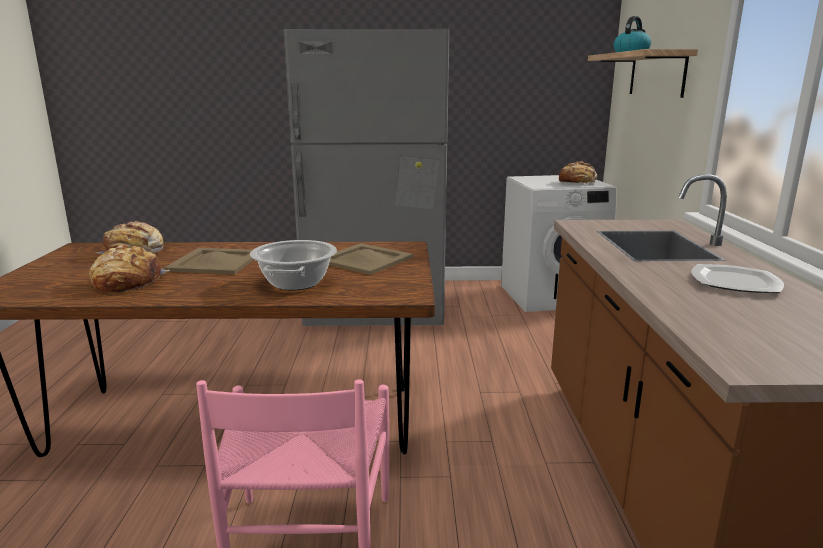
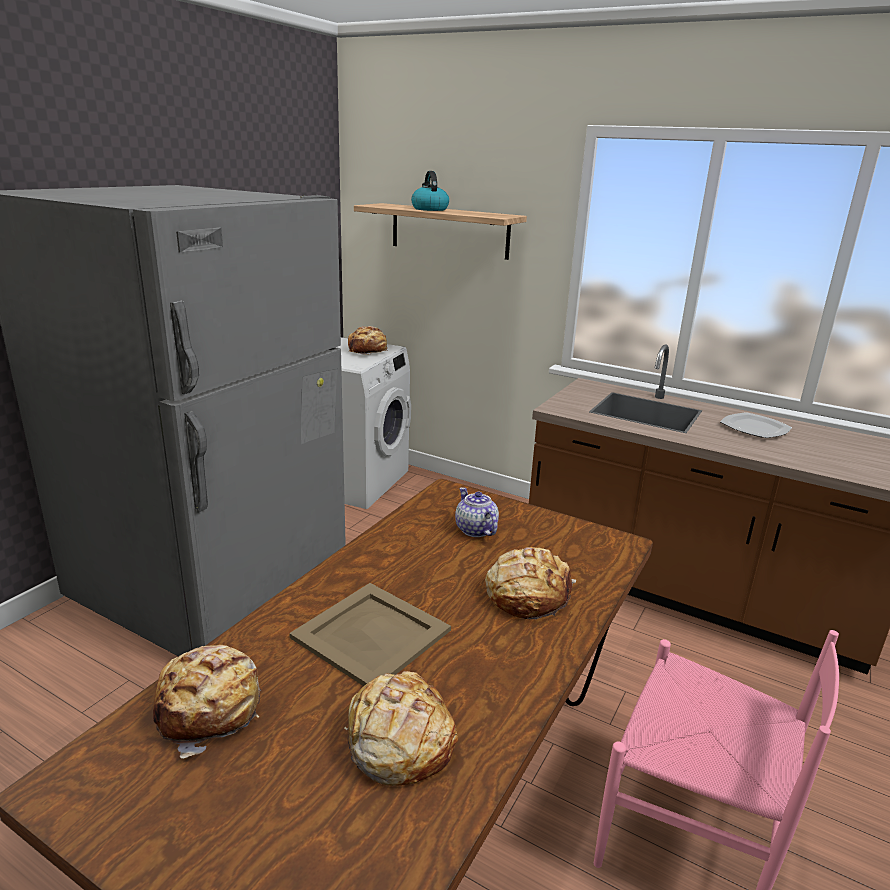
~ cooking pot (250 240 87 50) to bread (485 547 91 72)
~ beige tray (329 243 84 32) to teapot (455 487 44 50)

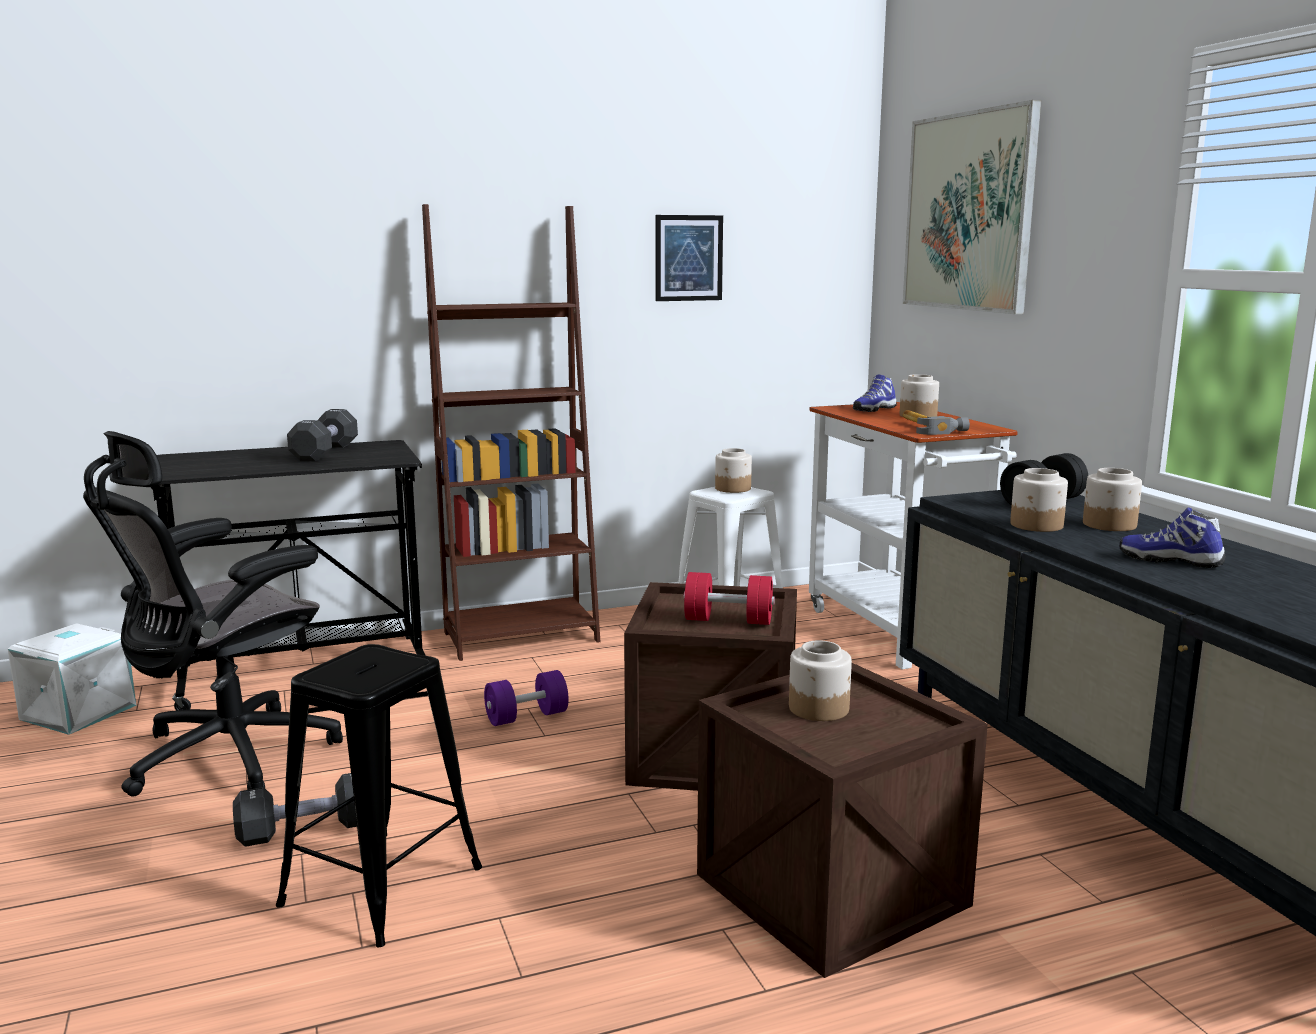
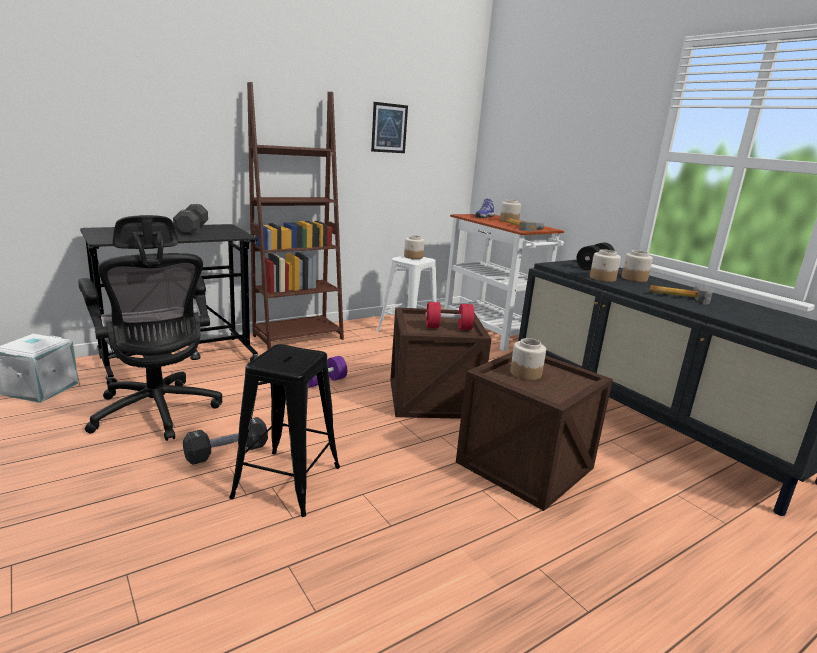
- picture (903 100 138 214)
~ office chair (83 431 260 366) = (78 215 144 226) 60 degrees counterclockwise
~ shoe (1119 508 107 60) to hammer (649 285 64 19)

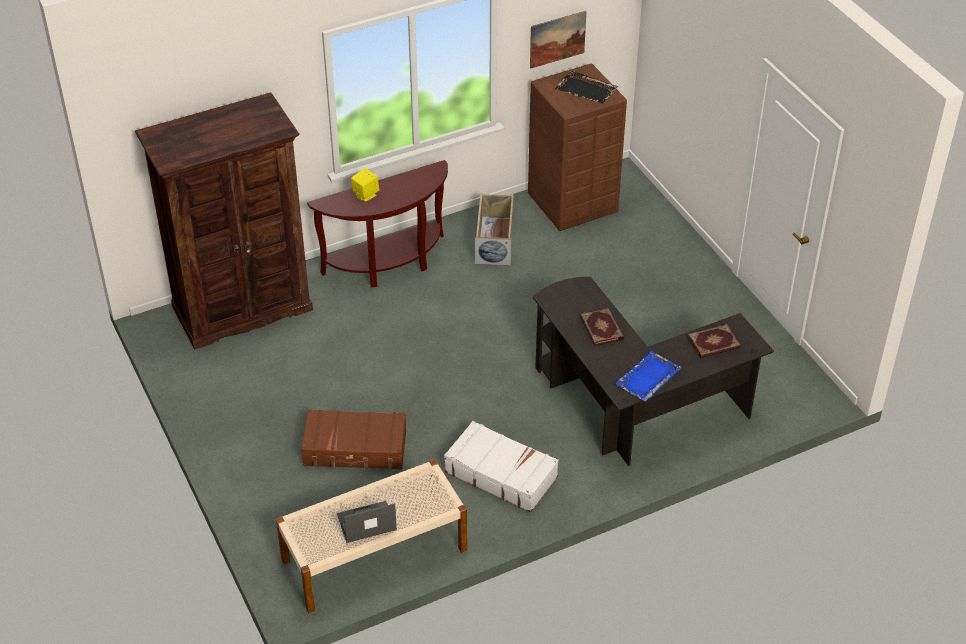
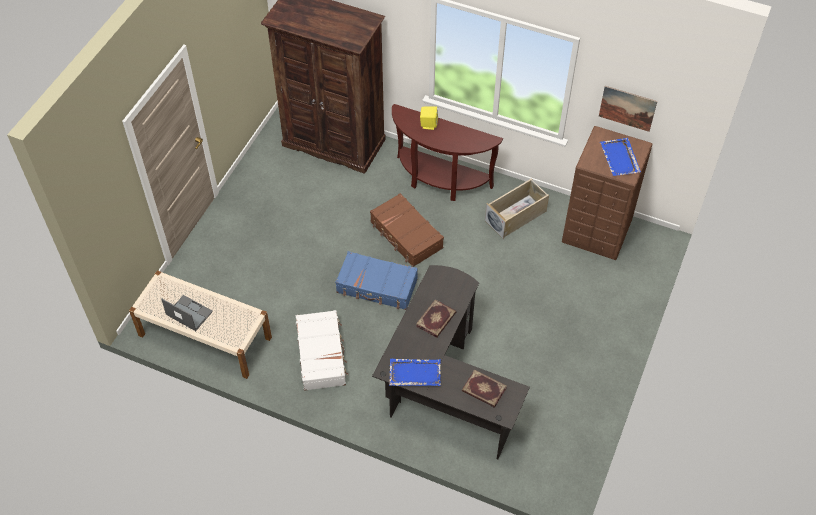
~ black tray (555 71 63 32) to blue tray (600 138 41 38)
~ brown suitcase (301 409 105 61) to (370 193 74 74)
+ blue suitcase (335 251 83 59)

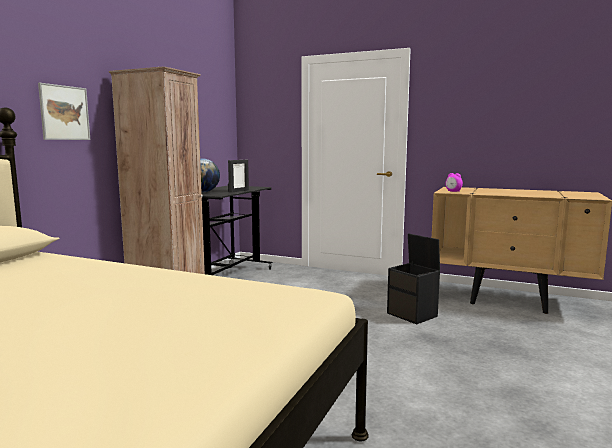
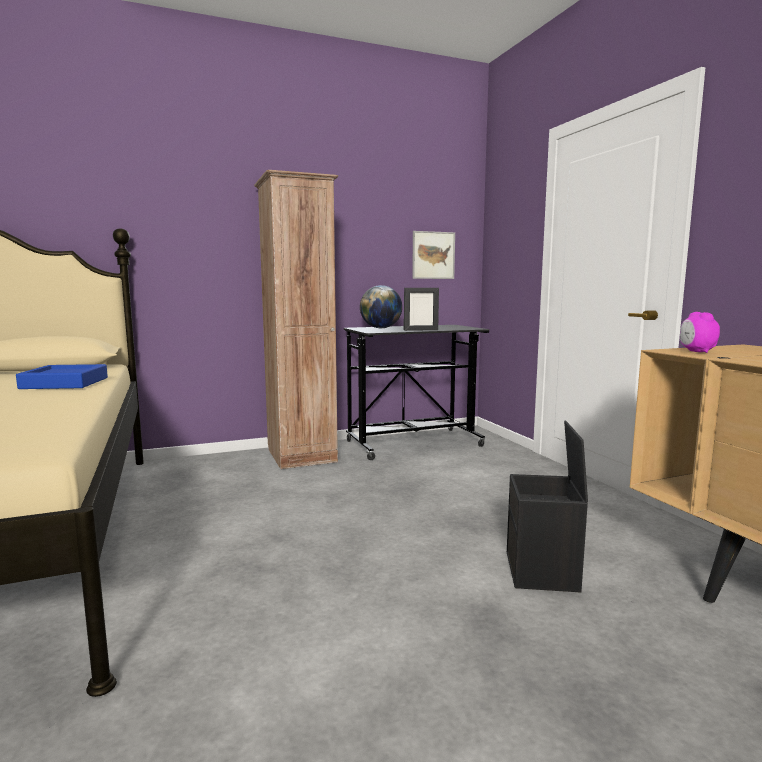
~ picture (38 83 52 57) to (412 231 43 48)
+ blue tray (16 364 92 25)

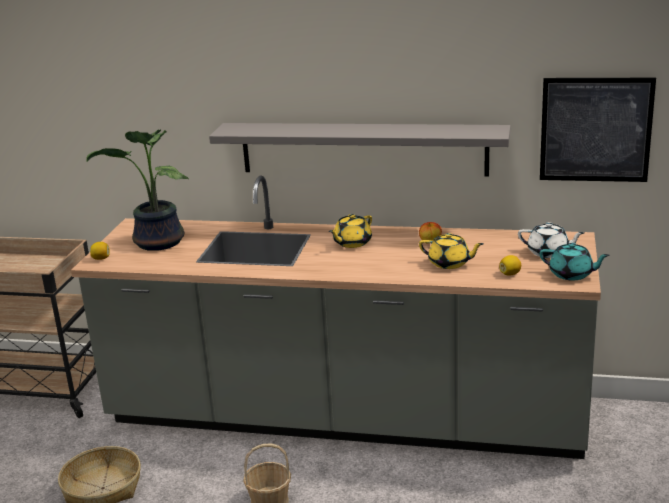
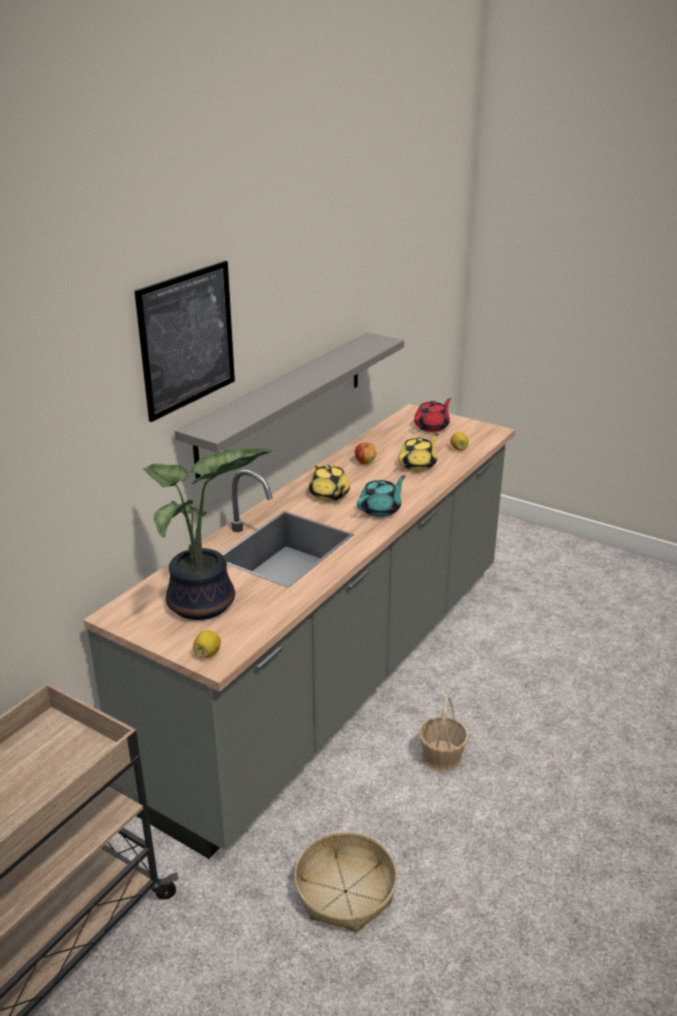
~ picture (540 78 116 104) to (135 261 100 161)
~ white teapot (518 222 66 36) to red teapot (414 398 37 34)
~ turquoise teapot (539 243 71 38) to (357 475 49 42)

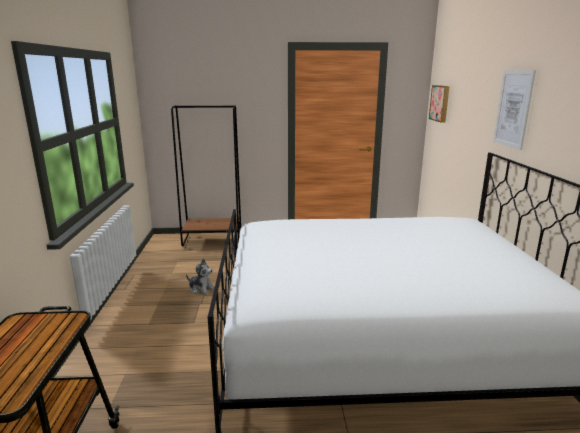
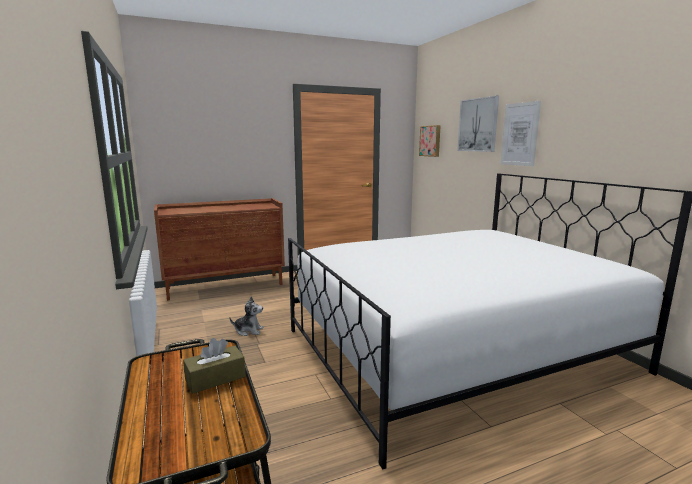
~ clothes rack (171 105 70 141) to brown cabinet (154 198 131 103)
+ picture (457 96 42 56)
+ brown tissue box (183 338 63 56)

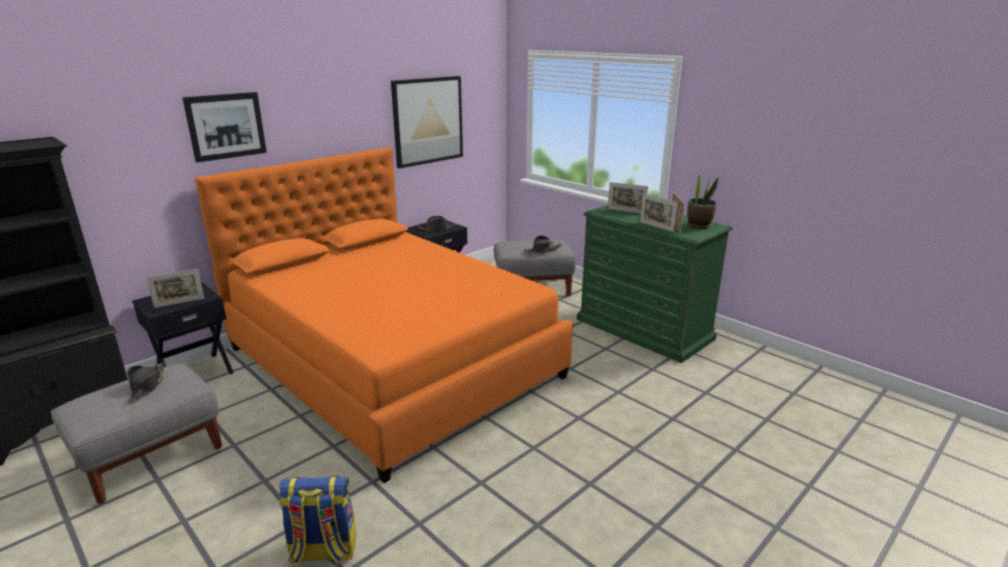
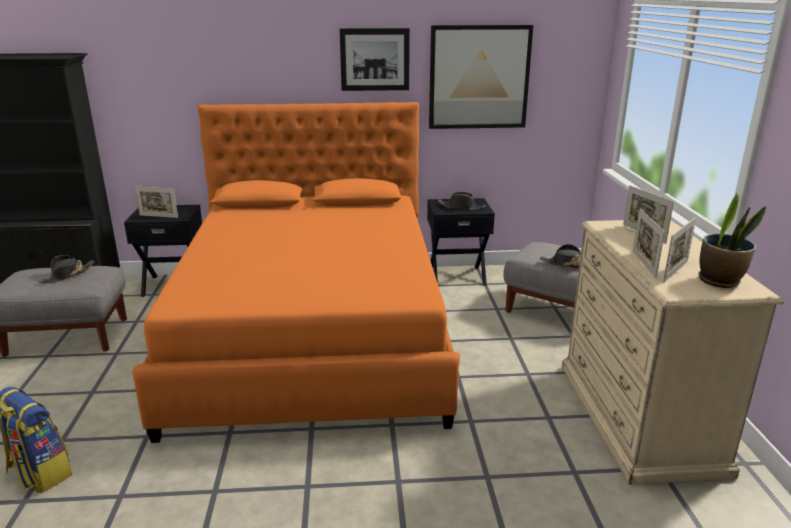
~ picture (182 92 85 71) to (340 28 70 63)
~ green dresser (577 205 156 158) to beige dresser (562 220 222 265)

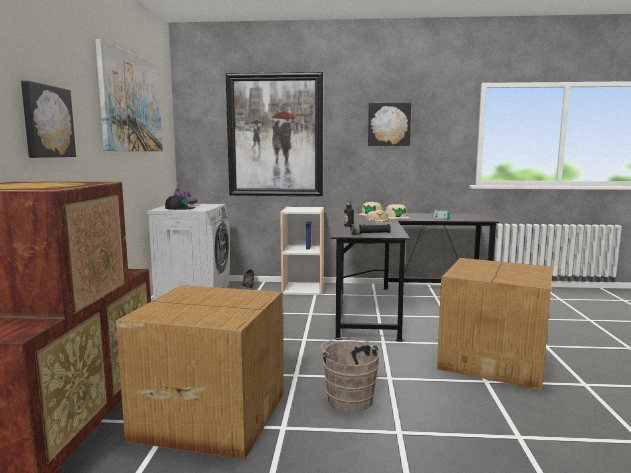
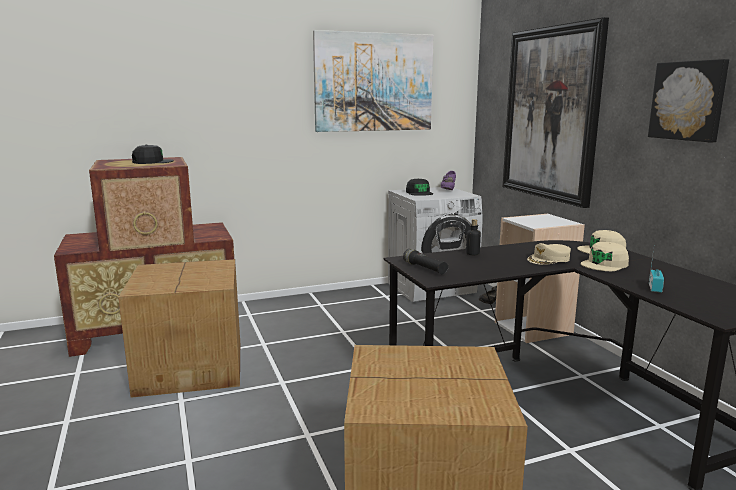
- picture (21 81 55 77)
- brown bucket (320 337 59 76)
+ black cap (132 144 42 20)

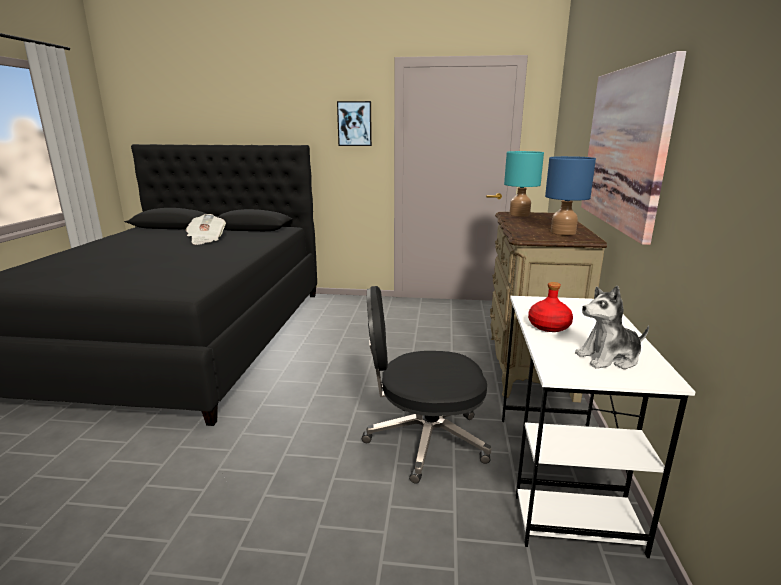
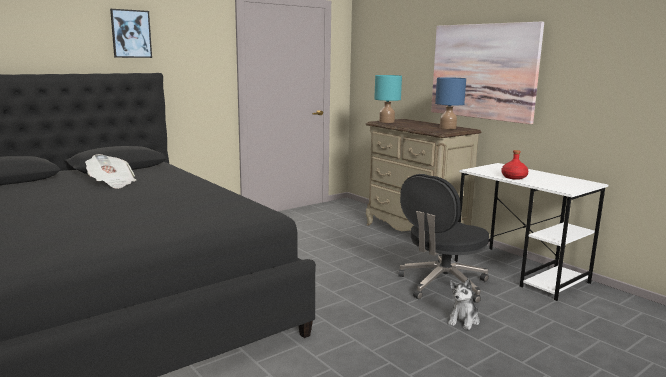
~ picture (337 101 35 45) to (110 9 42 49)
~ plush toy (575 286 74 83) to (448 279 32 51)

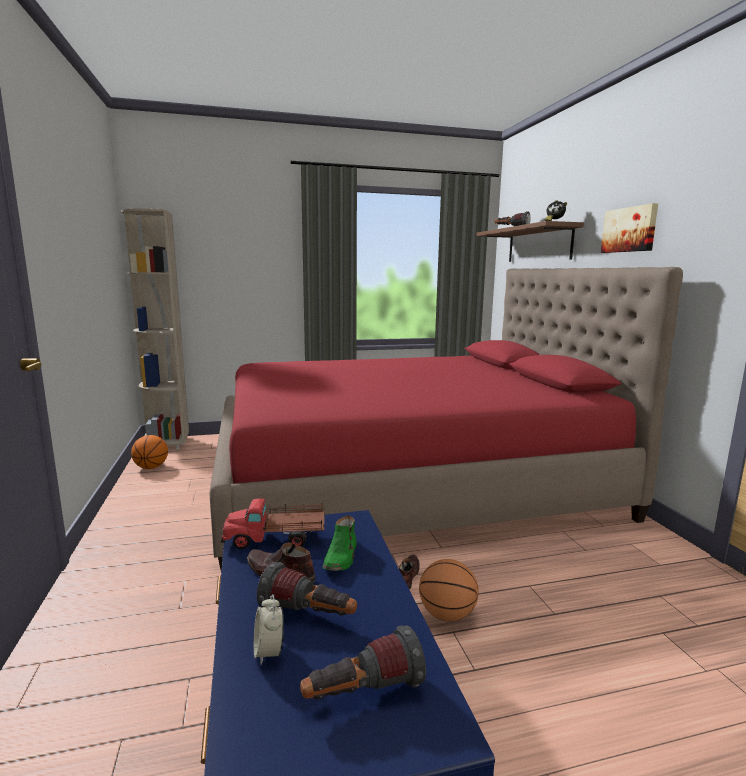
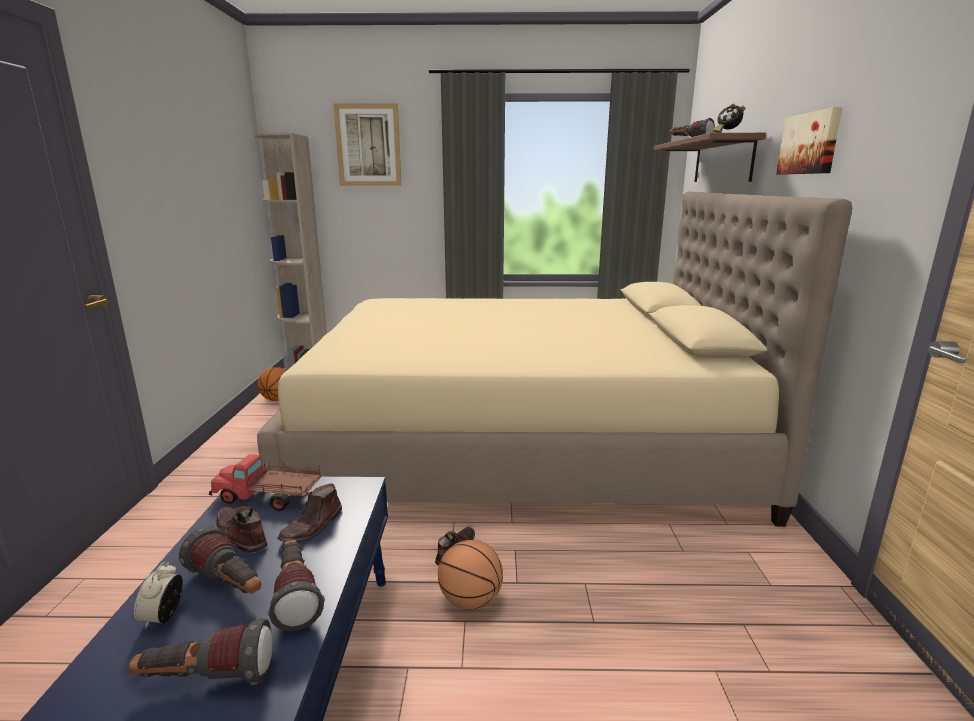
~ red bed (210 267 473 303) to beige bed (257 192 595 335)
~ green shoe (323 515 34 56) to brown shoe (277 483 65 59)
+ picture (333 103 69 83)
+ flashlight (268 540 57 91)

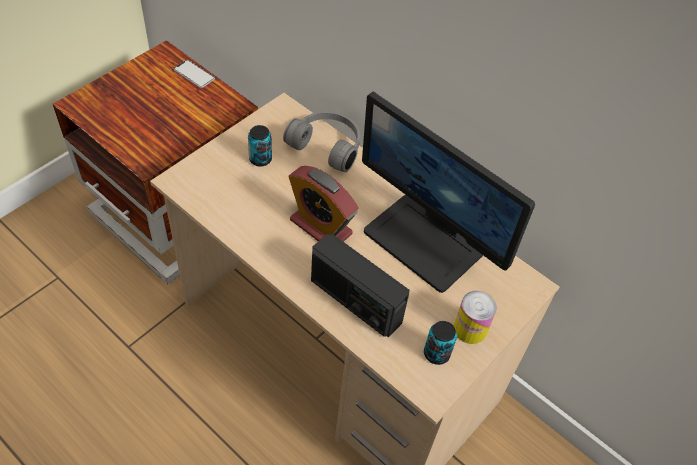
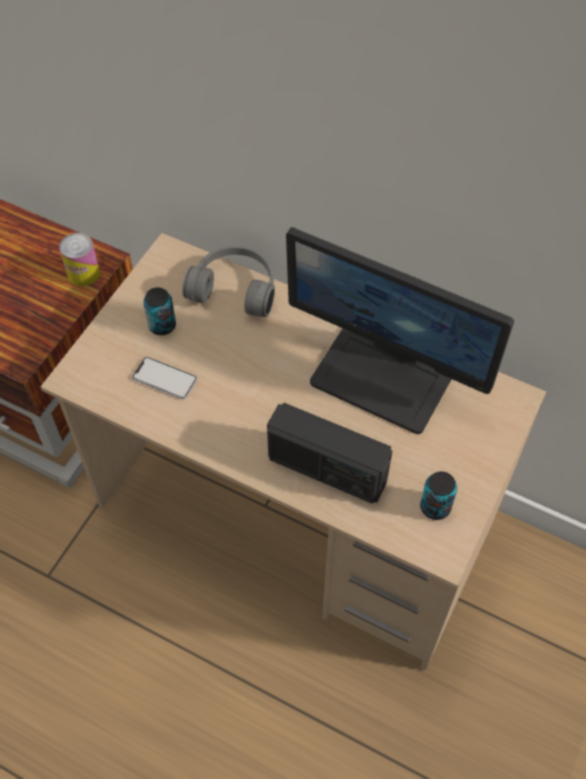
~ phone (174 60 41 28) to (132 357 65 42)
- alarm clock (289 166 69 76)
~ can (454 290 43 54) to (59 233 41 53)

